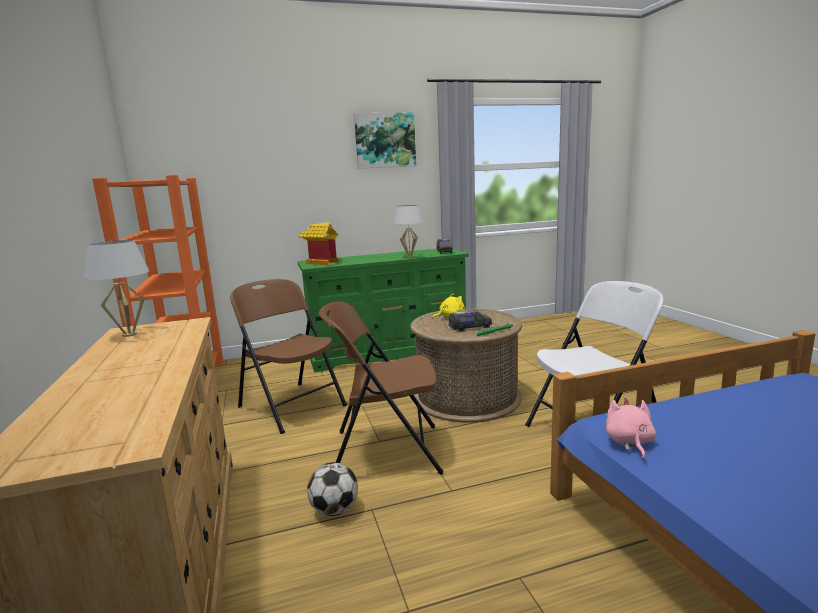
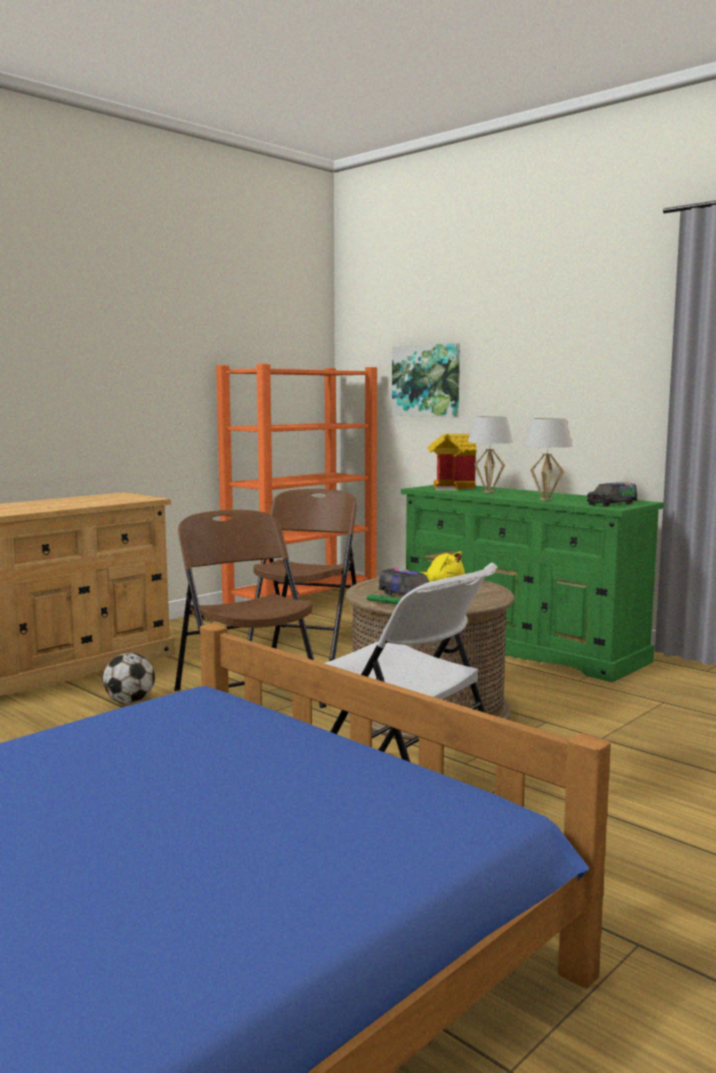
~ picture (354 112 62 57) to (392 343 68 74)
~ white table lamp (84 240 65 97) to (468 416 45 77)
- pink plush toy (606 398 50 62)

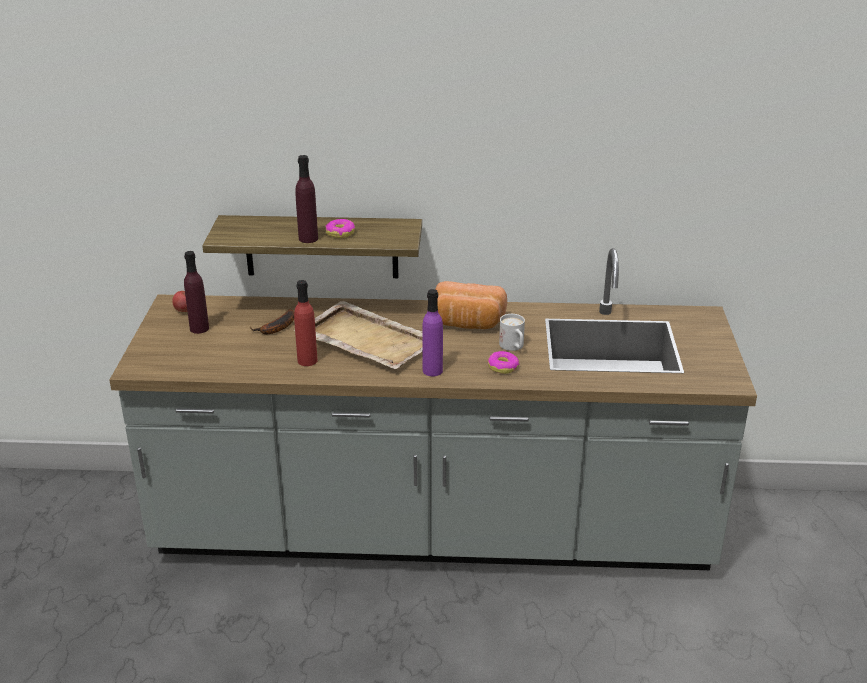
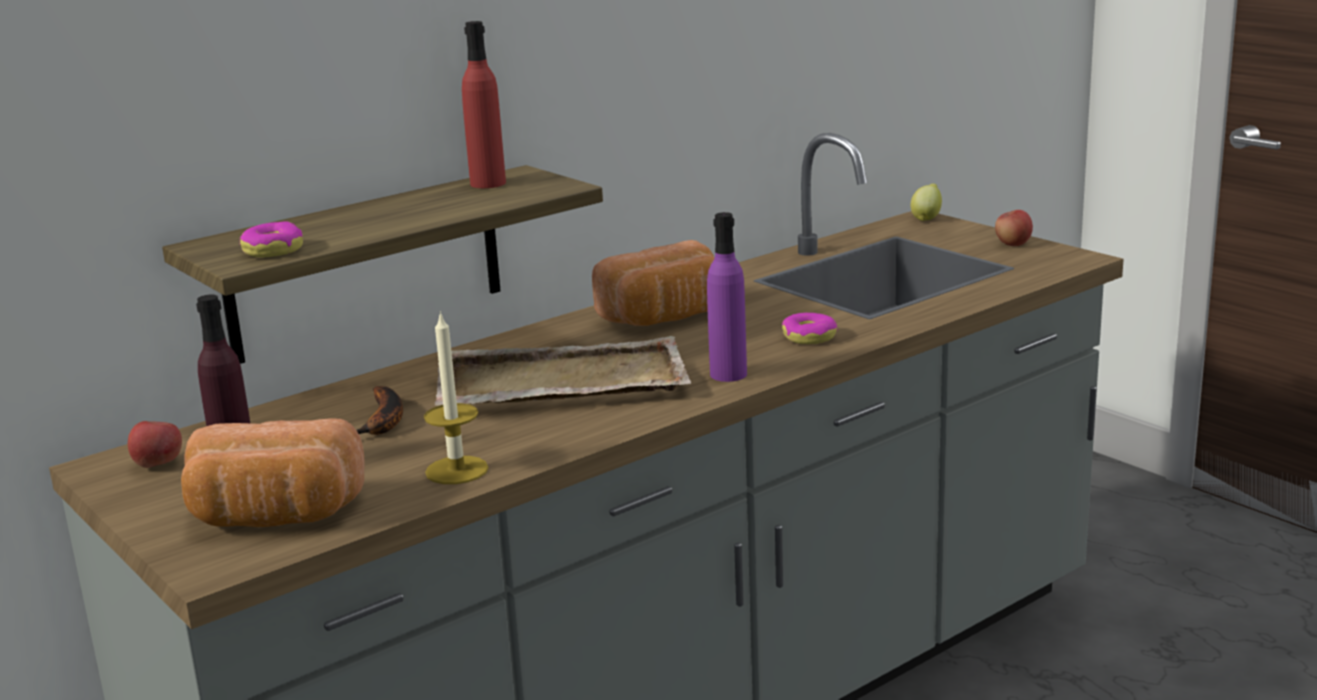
- purple bottle (295 155 23 88)
~ donut (326 219 29 19) to (240 221 63 36)
~ red bottle (294 280 24 86) to (462 21 44 167)
- white mug (499 314 26 37)
+ lemon (910 184 32 37)
+ apple (995 210 38 36)
+ candle (424 311 64 173)
+ bread (181 418 184 109)

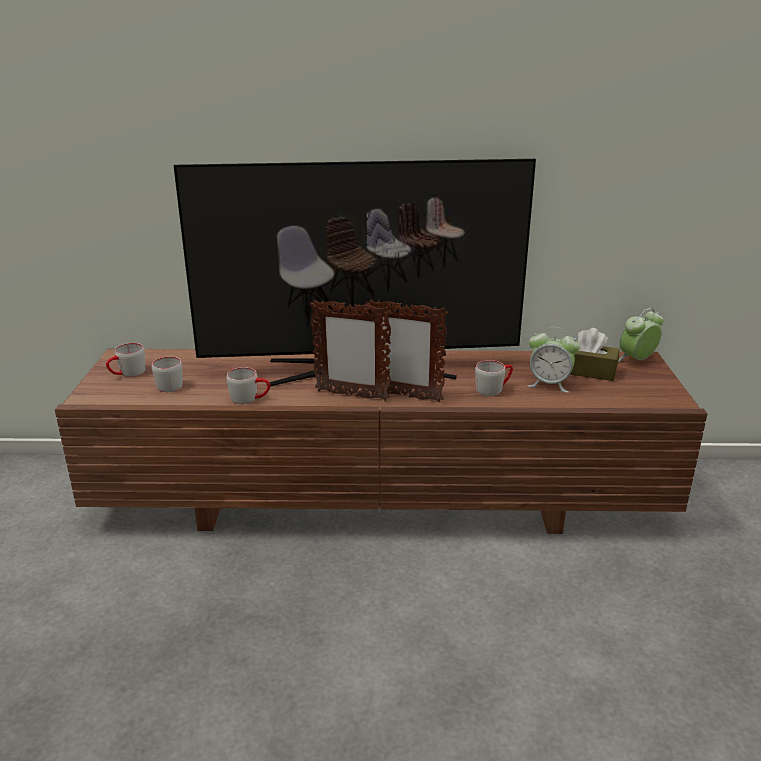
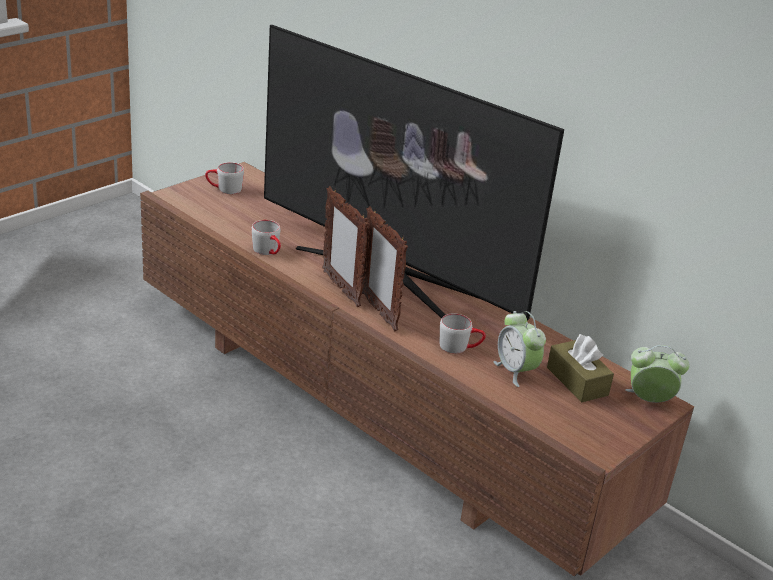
- grey mug (152 357 31 35)

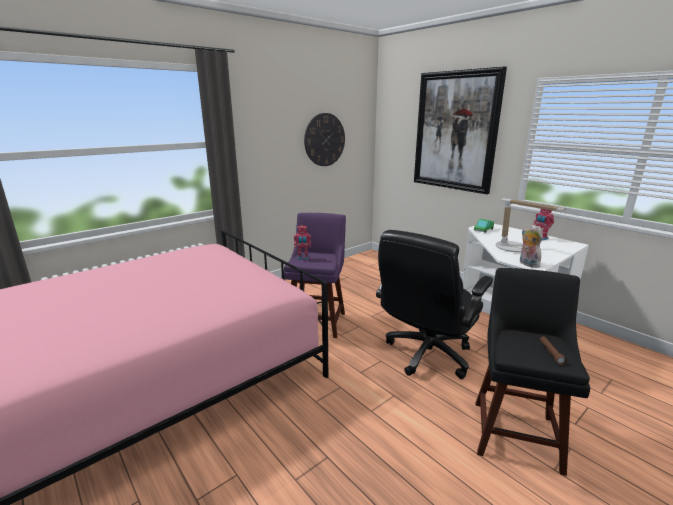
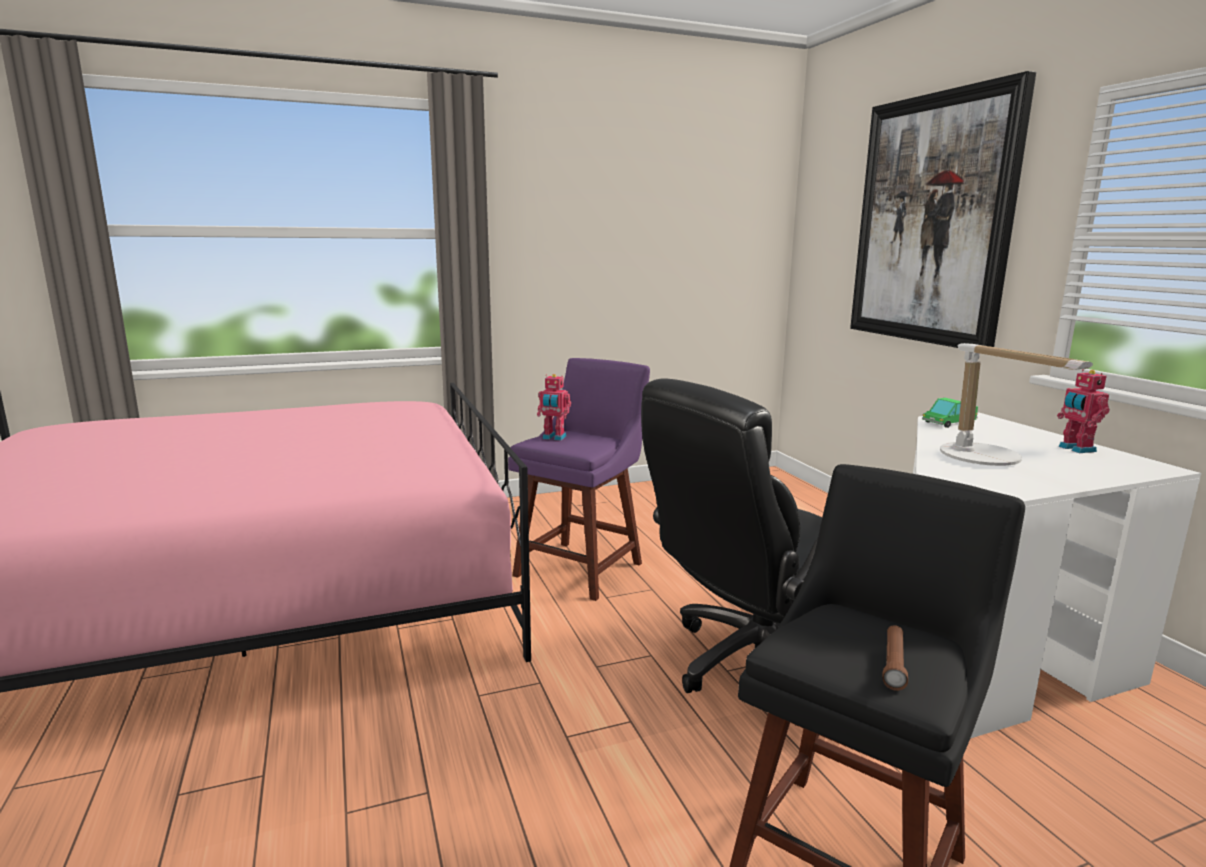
- wall clock (304 113 41 53)
- plush toy (520 225 23 43)

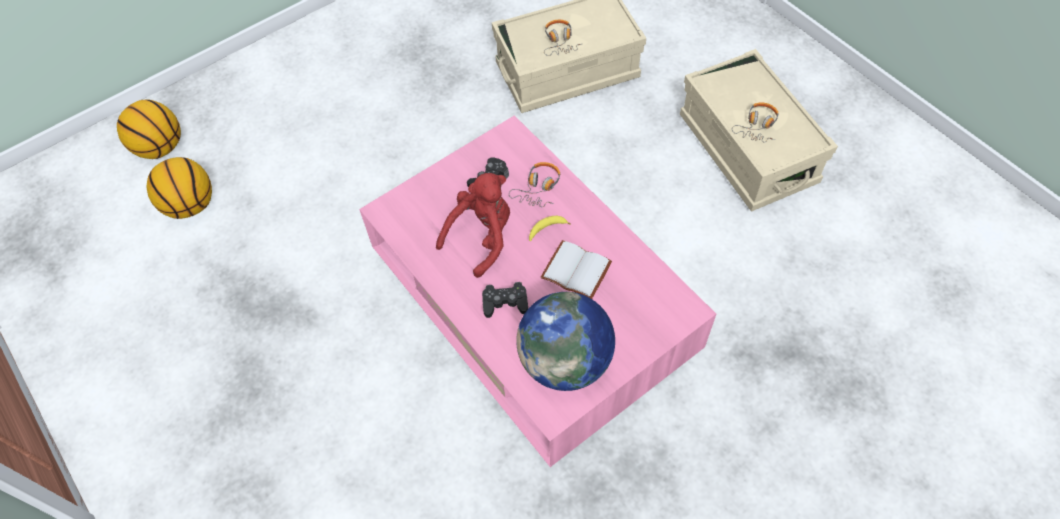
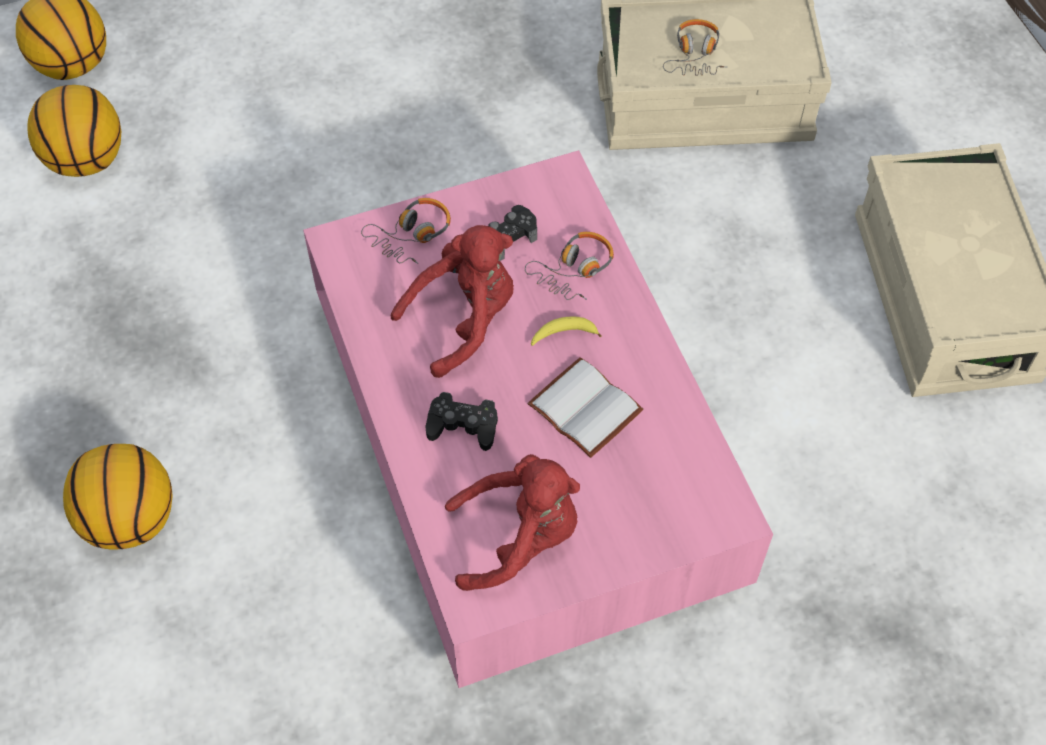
~ headphones (732 103 47 40) to (361 198 90 66)
~ globe (516 292 99 99) to red plush toy (445 454 135 137)
+ basketball (63 444 110 106)

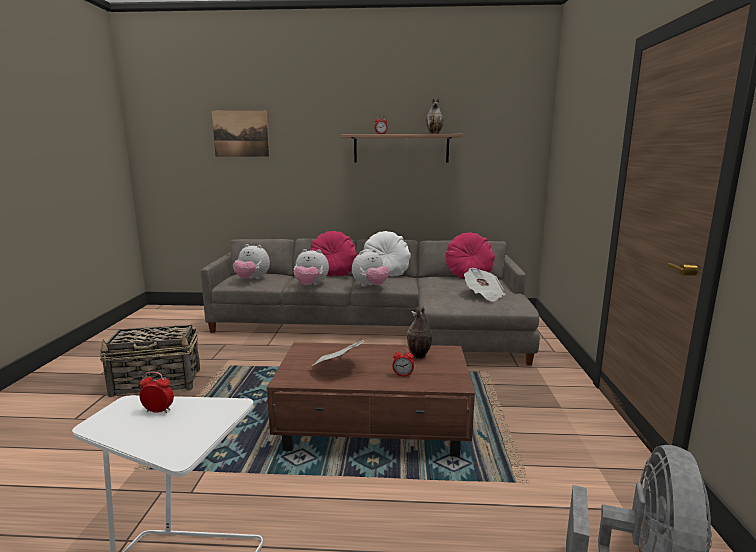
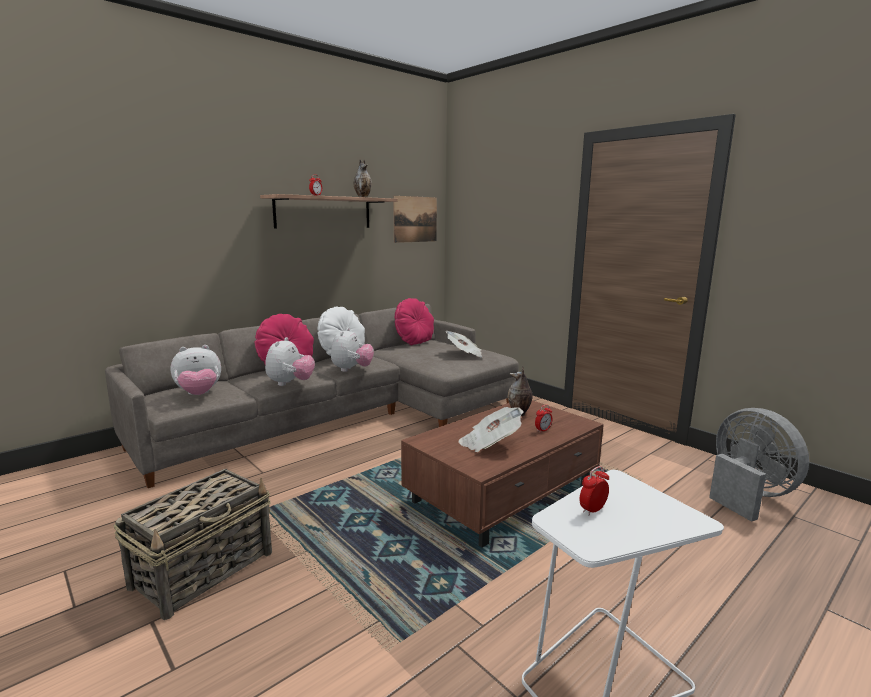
~ picture (212 110 57 47) to (393 196 44 47)
~ plush toy (294 249 35 36) = (265 337 50 49) 45 degrees counterclockwise

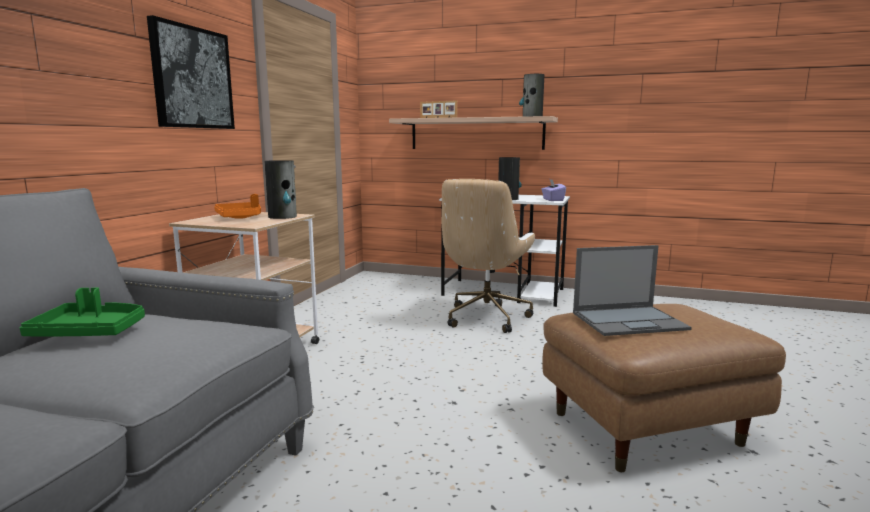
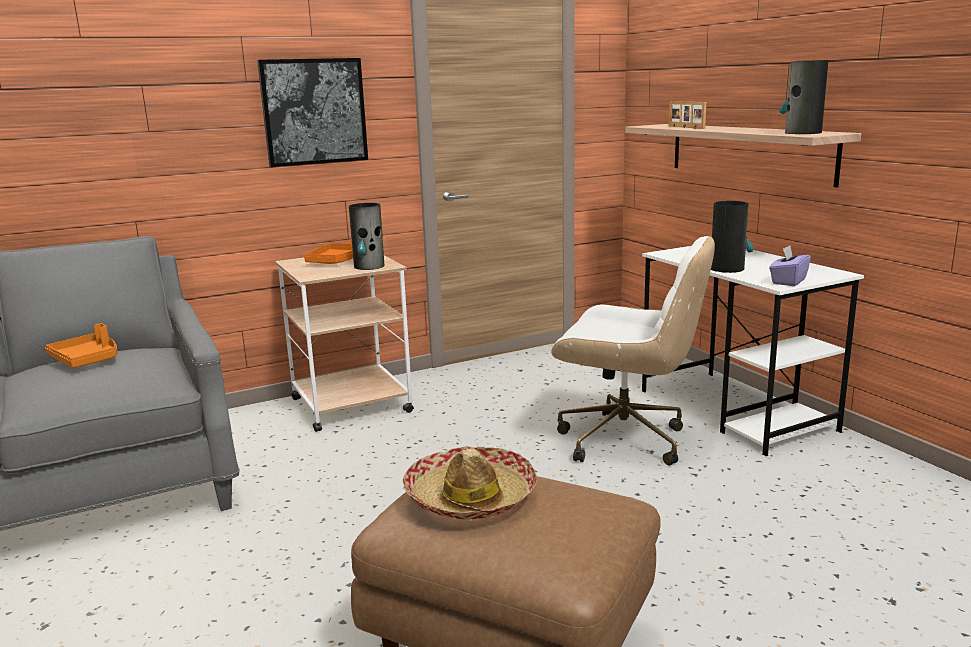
~ white office chair (442 179 93 154) = (551 236 164 229) 135 degrees counterclockwise
~ laptop (573 245 119 91) to hat (403 446 134 74)
~ green tray (20 288 125 48) to orange tray (45 323 73 45)

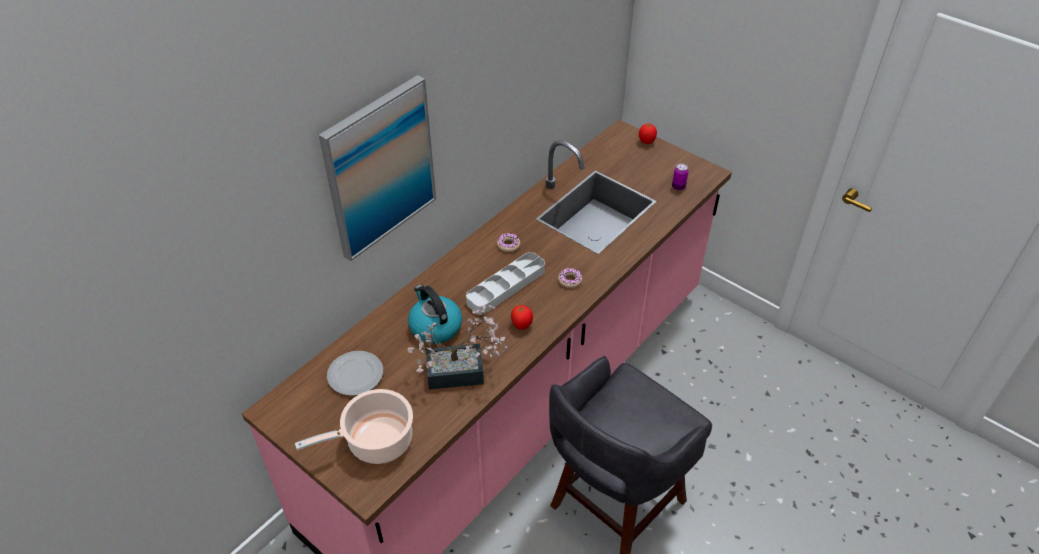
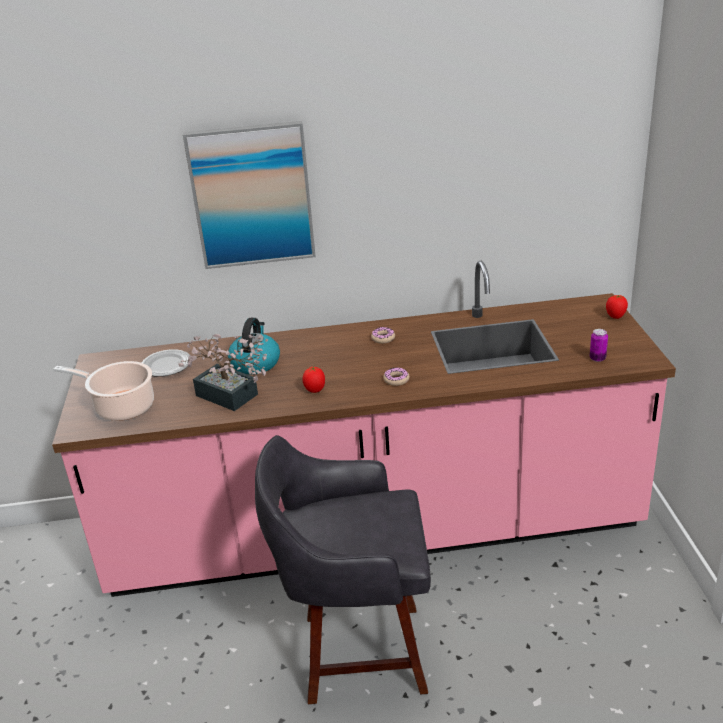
- grey tray (466 252 79 63)

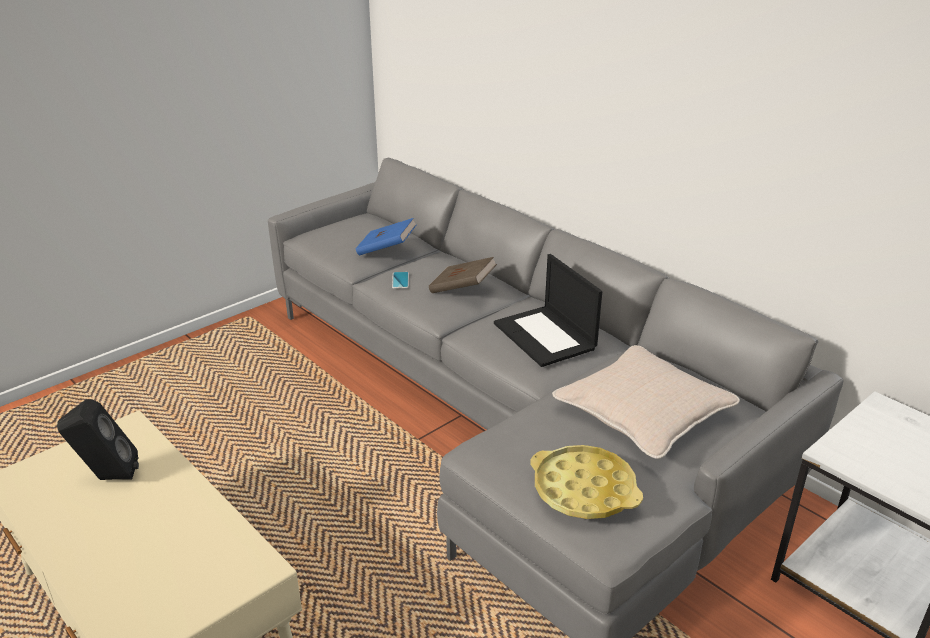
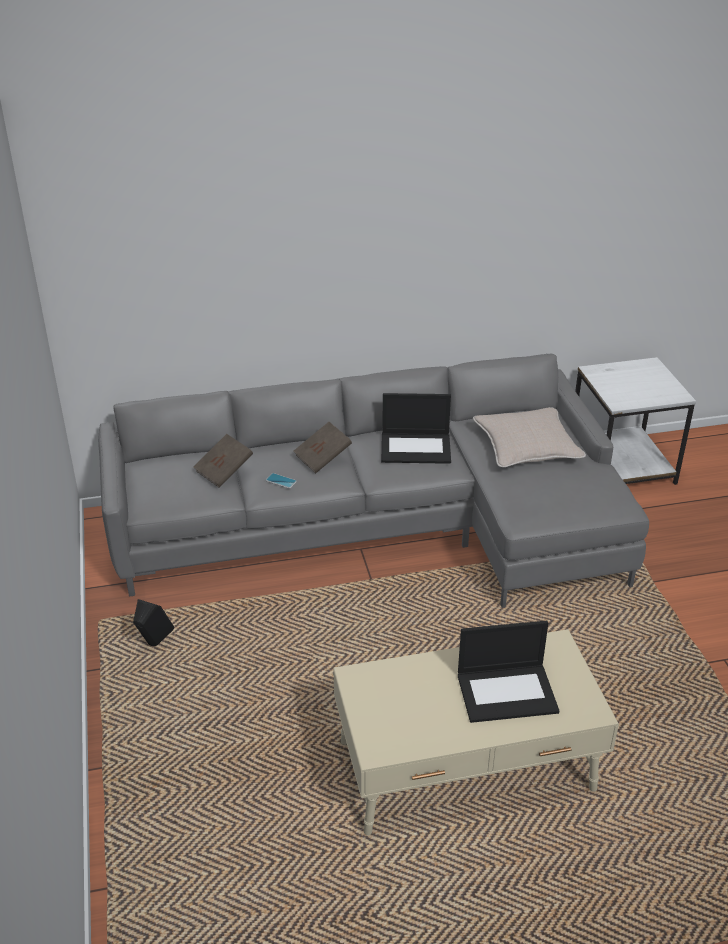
~ blue book (356 218 60 38) to brown book (194 434 59 54)
~ black speaker (57 399 82 81) to (133 599 41 47)
- yellow tray (530 445 113 74)
+ laptop (458 621 101 102)

